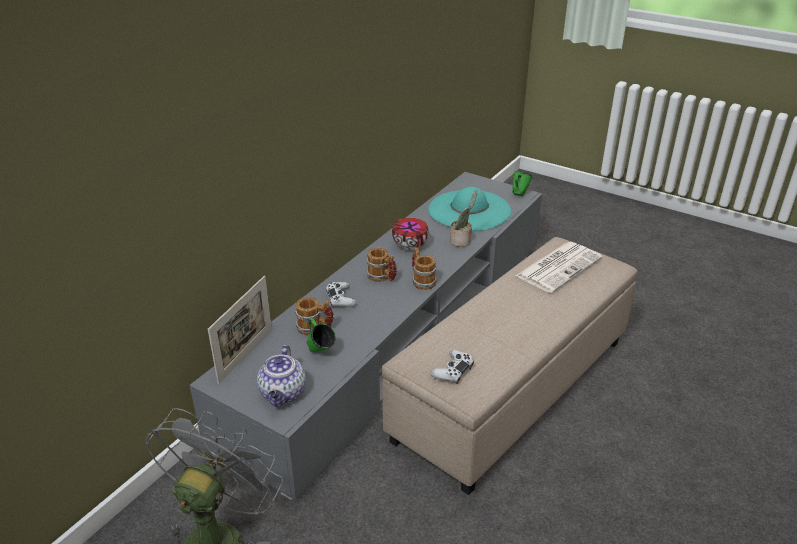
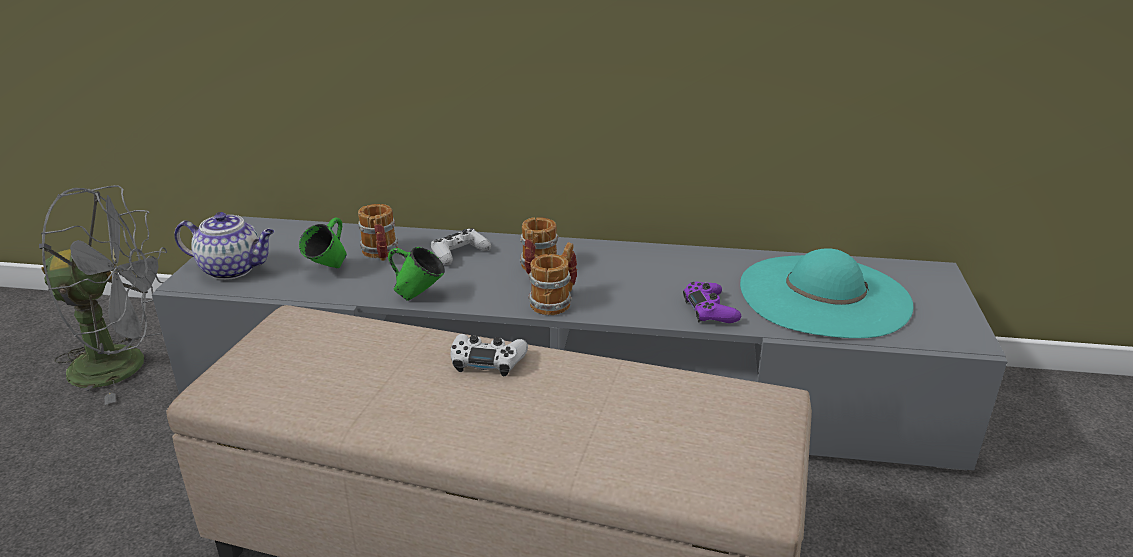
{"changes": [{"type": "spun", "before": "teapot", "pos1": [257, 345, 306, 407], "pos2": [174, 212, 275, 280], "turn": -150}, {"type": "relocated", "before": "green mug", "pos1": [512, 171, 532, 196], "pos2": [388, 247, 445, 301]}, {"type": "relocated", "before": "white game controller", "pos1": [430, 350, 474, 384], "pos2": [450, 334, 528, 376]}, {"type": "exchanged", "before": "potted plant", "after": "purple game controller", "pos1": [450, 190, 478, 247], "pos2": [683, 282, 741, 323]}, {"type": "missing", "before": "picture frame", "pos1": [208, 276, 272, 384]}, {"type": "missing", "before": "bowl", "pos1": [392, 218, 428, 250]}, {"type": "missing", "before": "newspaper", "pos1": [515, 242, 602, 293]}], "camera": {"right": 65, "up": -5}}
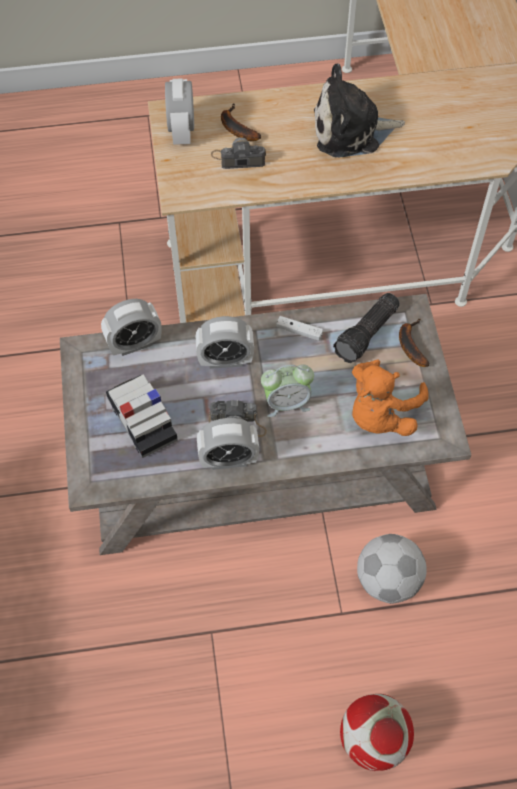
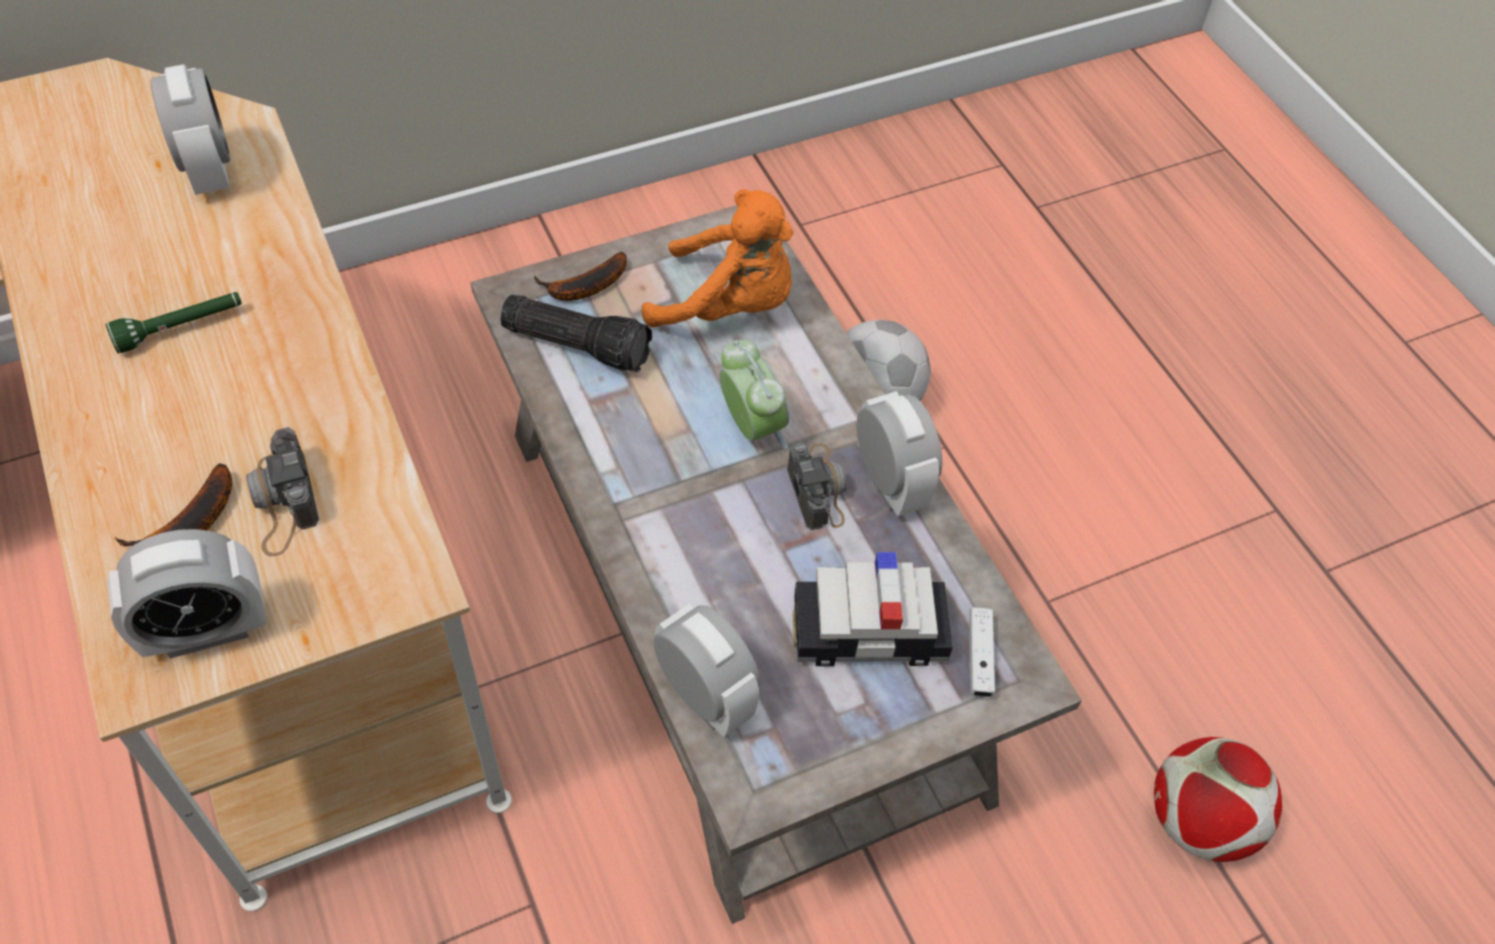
{"changes": [{"type": "exchanged", "before": "plush toy", "after": "green flashlight", "pos1": [314, 63, 405, 157], "pos2": [106, 292, 242, 354]}, {"type": "relocated", "before": "alarm clock", "pos1": [196, 316, 254, 369], "pos2": [151, 64, 231, 195]}, {"type": "spun", "before": "toy car", "pos1": [106, 374, 178, 458], "pos2": [793, 552, 953, 666], "turn": 45}, {"type": "relocated", "before": "white game controller", "pos1": [276, 316, 323, 341], "pos2": [969, 607, 995, 697]}, {"type": "relocated", "before": "football", "pos1": [340, 694, 414, 771], "pos2": [1154, 737, 1282, 862]}], "camera": {"right": -110, "up": -5}}
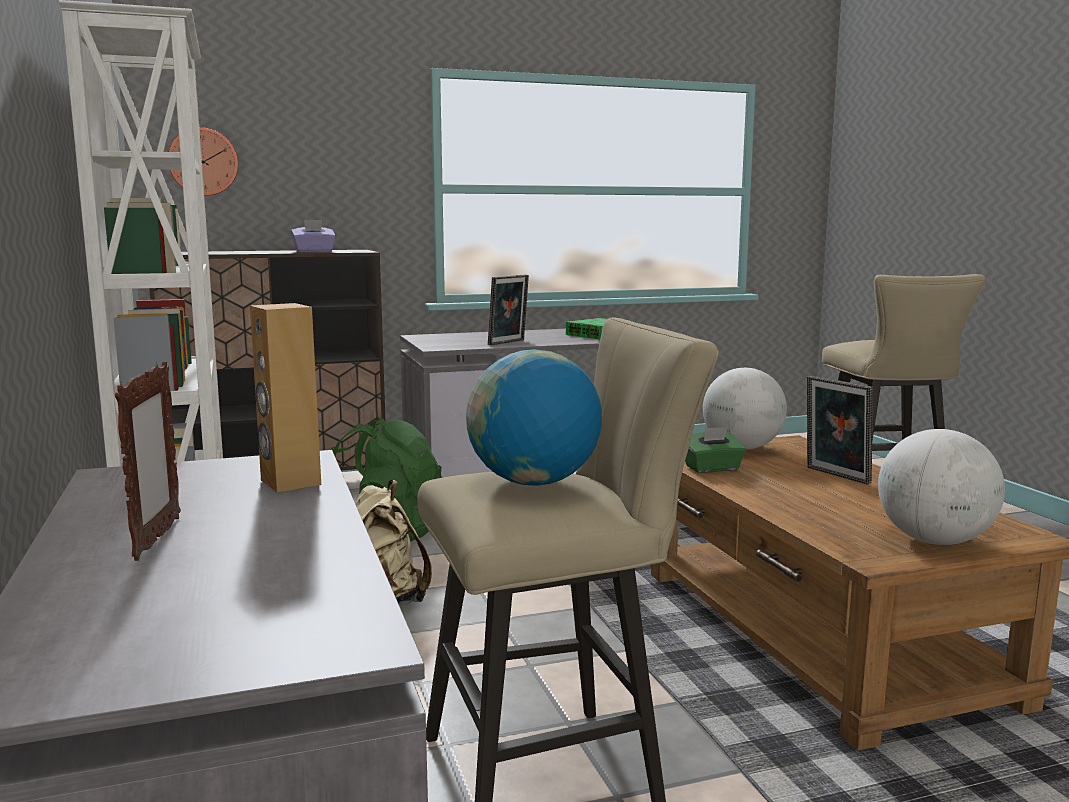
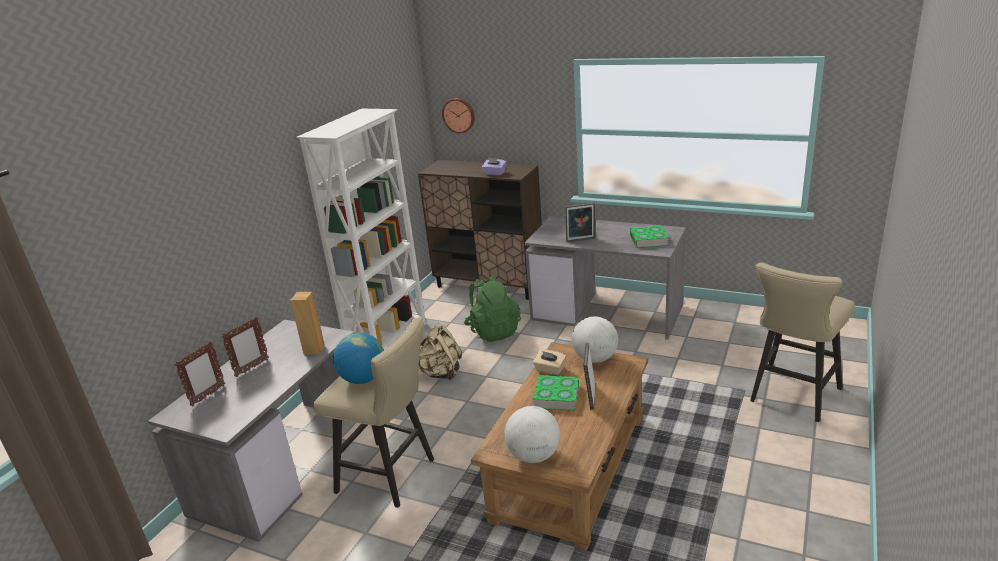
{"changes": [{"type": "appeared", "after": "picture frame", "pos2": [175, 341, 225, 406]}, {"type": "colour", "before": "green tissue box", "after": "beige tissue box", "pos1": [685, 427, 746, 473], "pos2": [533, 350, 566, 375]}, {"type": "appeared", "after": "book", "pos2": [533, 375, 579, 411]}], "camera": {"right": 45, "up": 15}}
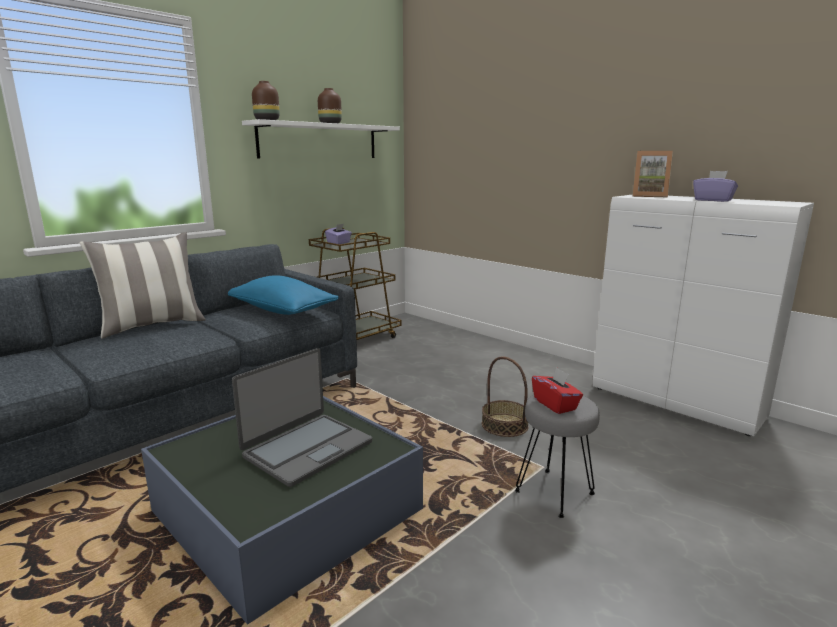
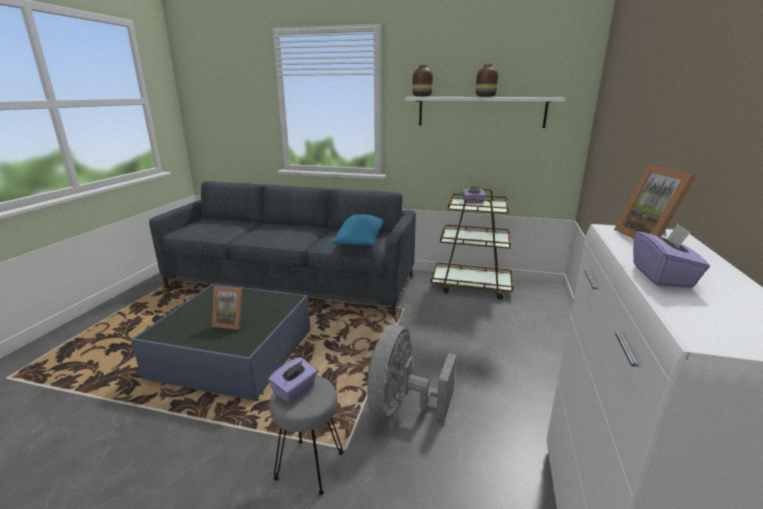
{"changes": [{"type": "exchanged", "before": "laptop", "after": "picture frame", "pos1": [232, 348, 372, 487], "pos2": [212, 286, 242, 330]}, {"type": "colour", "before": "red tissue box", "after": "purple tissue box", "pos1": [532, 367, 583, 414], "pos2": [268, 357, 318, 403]}, {"type": "exchanged", "before": "basket", "after": "grey fan", "pos1": [482, 357, 529, 437], "pos2": [367, 325, 456, 420]}, {"type": "missing", "before": "pillow", "pos1": [80, 232, 206, 339]}], "camera": {"right": 60, "up": 5}}
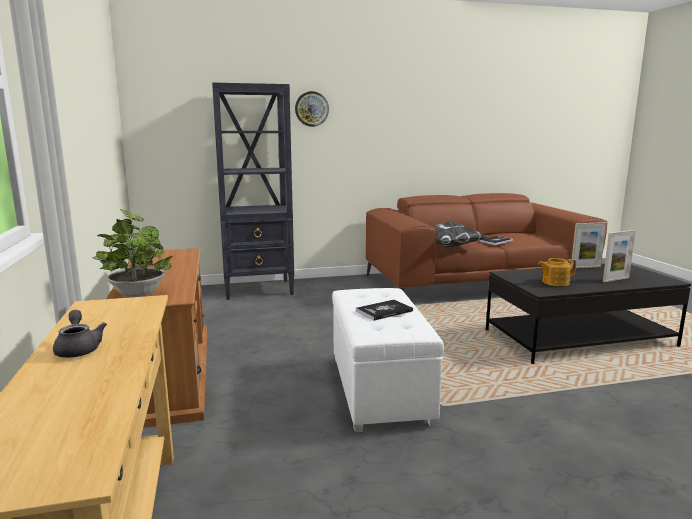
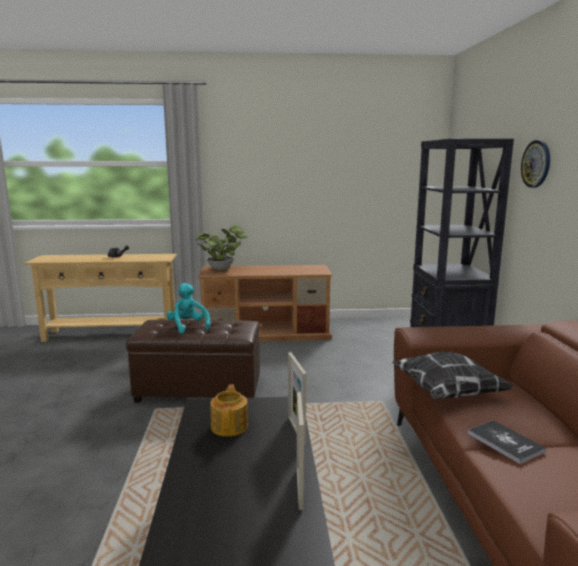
{"changes": [{"type": "colour", "before": "white ottoman", "after": "brown ottoman", "pos1": [332, 288, 444, 432], "pos2": [126, 319, 260, 403]}, {"type": "exchanged", "before": "book", "after": "turquoise plush toy", "pos1": [356, 300, 413, 321], "pos2": [166, 283, 210, 334]}, {"type": "relocated", "before": "picture frame", "pos1": [603, 230, 636, 282], "pos2": [288, 352, 306, 444]}], "camera": {"right": 100, "up": 0}}
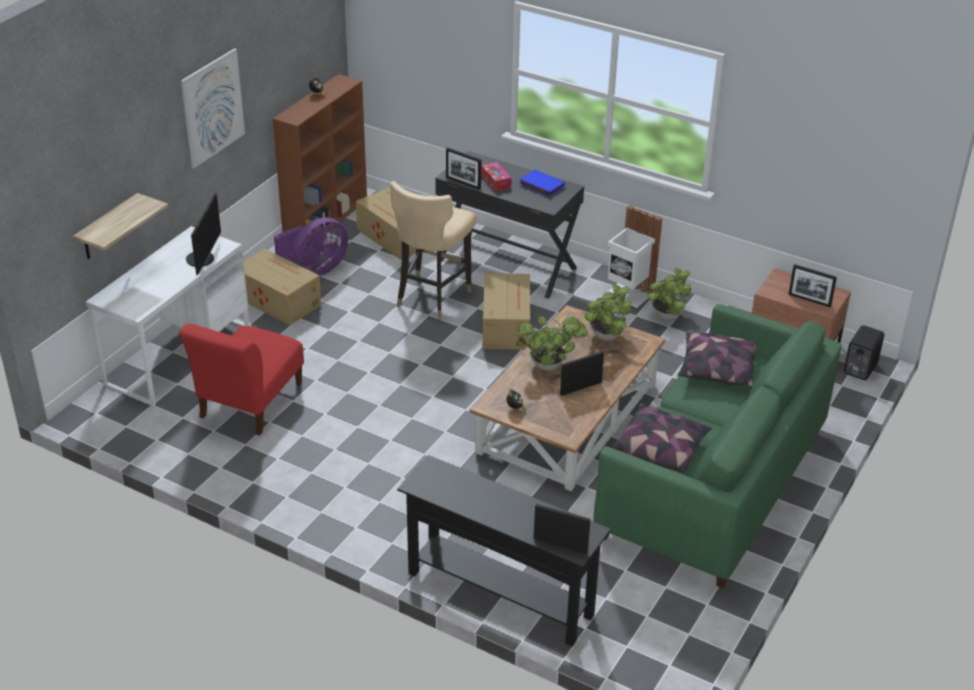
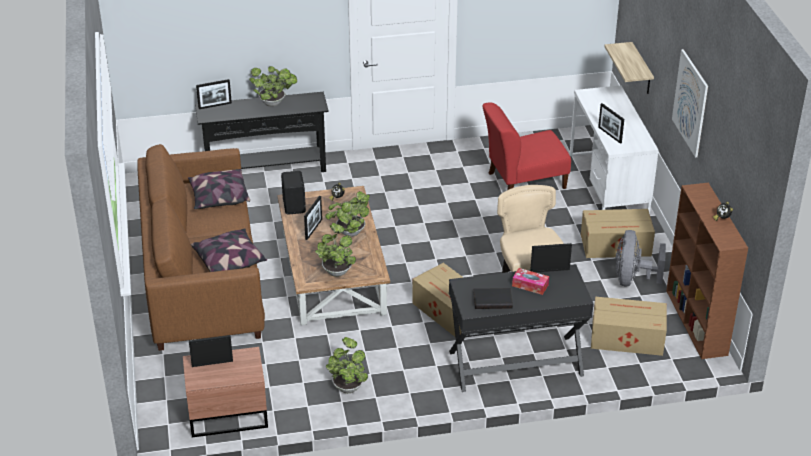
{"changes": [{"type": "colour", "before": "green sofa", "after": "brown sofa", "pos1": [594, 304, 842, 588], "pos2": [137, 144, 265, 351]}, {"type": "appeared", "after": "potted plant", "pos2": [249, 66, 297, 107]}, {"type": "relocated", "before": "black speaker", "pos1": [844, 325, 884, 380], "pos2": [281, 171, 306, 215]}, {"type": "colour", "before": "blue book", "after": "black book", "pos1": [520, 169, 565, 197], "pos2": [473, 288, 513, 309]}, {"type": "spun", "before": "red chair", "pos1": [179, 324, 304, 436], "pos2": [482, 102, 571, 190], "turn": -90}, {"type": "exchanged", "before": "monitor", "after": "picture frame", "pos1": [186, 193, 221, 275], "pos2": [598, 103, 624, 144]}, {"type": "colour", "before": "purple fan", "after": "grey fan", "pos1": [274, 217, 348, 276], "pos2": [615, 230, 666, 286]}, {"type": "missing", "before": "white trash can", "pos1": [608, 205, 662, 308]}], "camera": {"right": 140, "up": 0}}
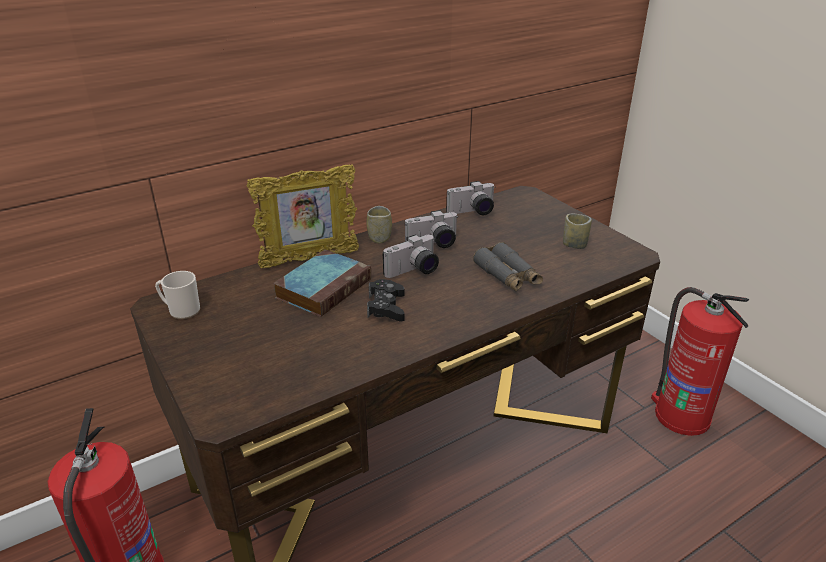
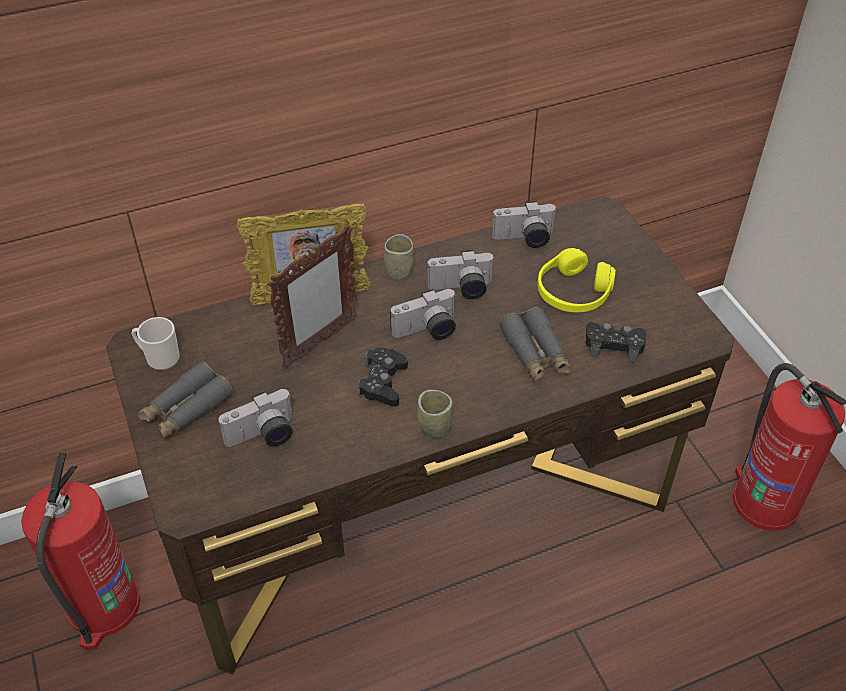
{"changes": [{"type": "appeared", "after": "grey binoculars", "pos2": [137, 361, 233, 440]}, {"type": "appeared", "after": "photo camera", "pos2": [218, 389, 293, 447]}, {"type": "exchanged", "before": "book", "after": "picture frame", "pos1": [273, 249, 371, 317], "pos2": [267, 225, 358, 368]}, {"type": "relocated", "before": "cup", "pos1": [563, 214, 592, 249], "pos2": [417, 390, 453, 438]}, {"type": "appeared", "after": "yellow headphones", "pos2": [538, 248, 615, 313]}, {"type": "appeared", "after": "black game controller", "pos2": [585, 322, 647, 362]}], "camera": {"right": 10, "up": 15}}
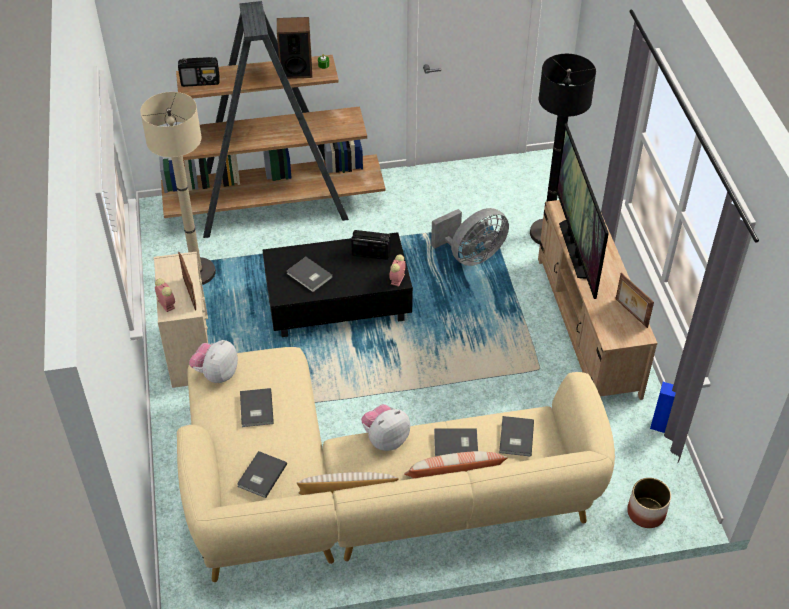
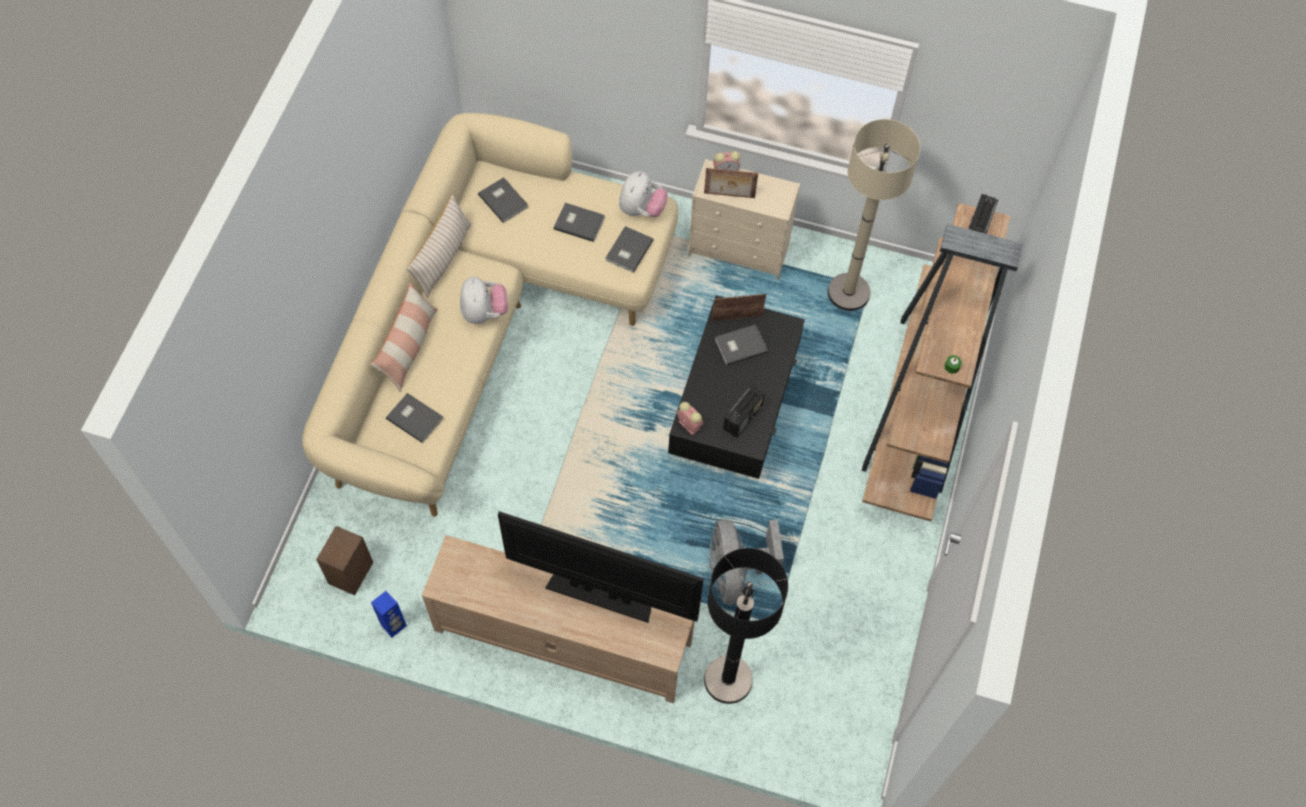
{"changes": [{"type": "relocated", "before": "speaker", "pos1": [277, 17, 312, 79], "pos2": [316, 526, 373, 595]}, {"type": "relocated", "before": "grey book", "pos1": [434, 428, 478, 456], "pos2": [605, 226, 654, 273]}, {"type": "spun", "before": "plush toy", "pos1": [189, 340, 238, 383], "pos2": [619, 171, 668, 217], "turn": 60}, {"type": "relocated", "before": "picture frame", "pos1": [615, 273, 654, 328], "pos2": [712, 294, 766, 321]}, {"type": "missing", "before": "planter", "pos1": [627, 478, 671, 528]}], "camera": {"right": 115, "up": 15}}
